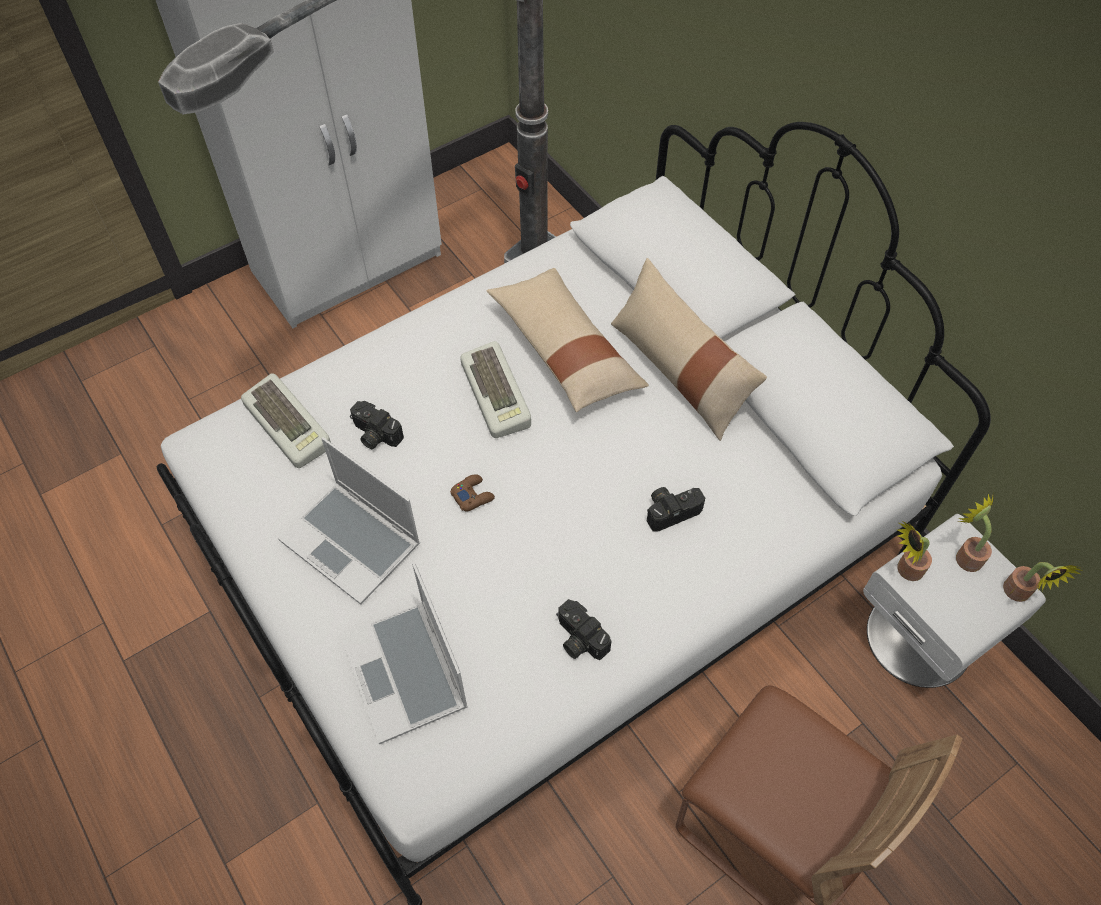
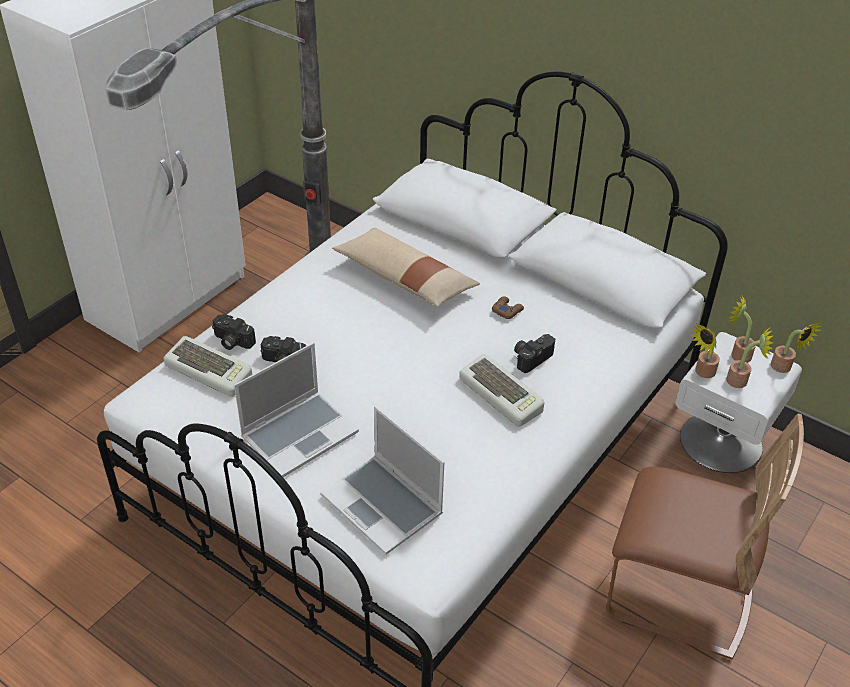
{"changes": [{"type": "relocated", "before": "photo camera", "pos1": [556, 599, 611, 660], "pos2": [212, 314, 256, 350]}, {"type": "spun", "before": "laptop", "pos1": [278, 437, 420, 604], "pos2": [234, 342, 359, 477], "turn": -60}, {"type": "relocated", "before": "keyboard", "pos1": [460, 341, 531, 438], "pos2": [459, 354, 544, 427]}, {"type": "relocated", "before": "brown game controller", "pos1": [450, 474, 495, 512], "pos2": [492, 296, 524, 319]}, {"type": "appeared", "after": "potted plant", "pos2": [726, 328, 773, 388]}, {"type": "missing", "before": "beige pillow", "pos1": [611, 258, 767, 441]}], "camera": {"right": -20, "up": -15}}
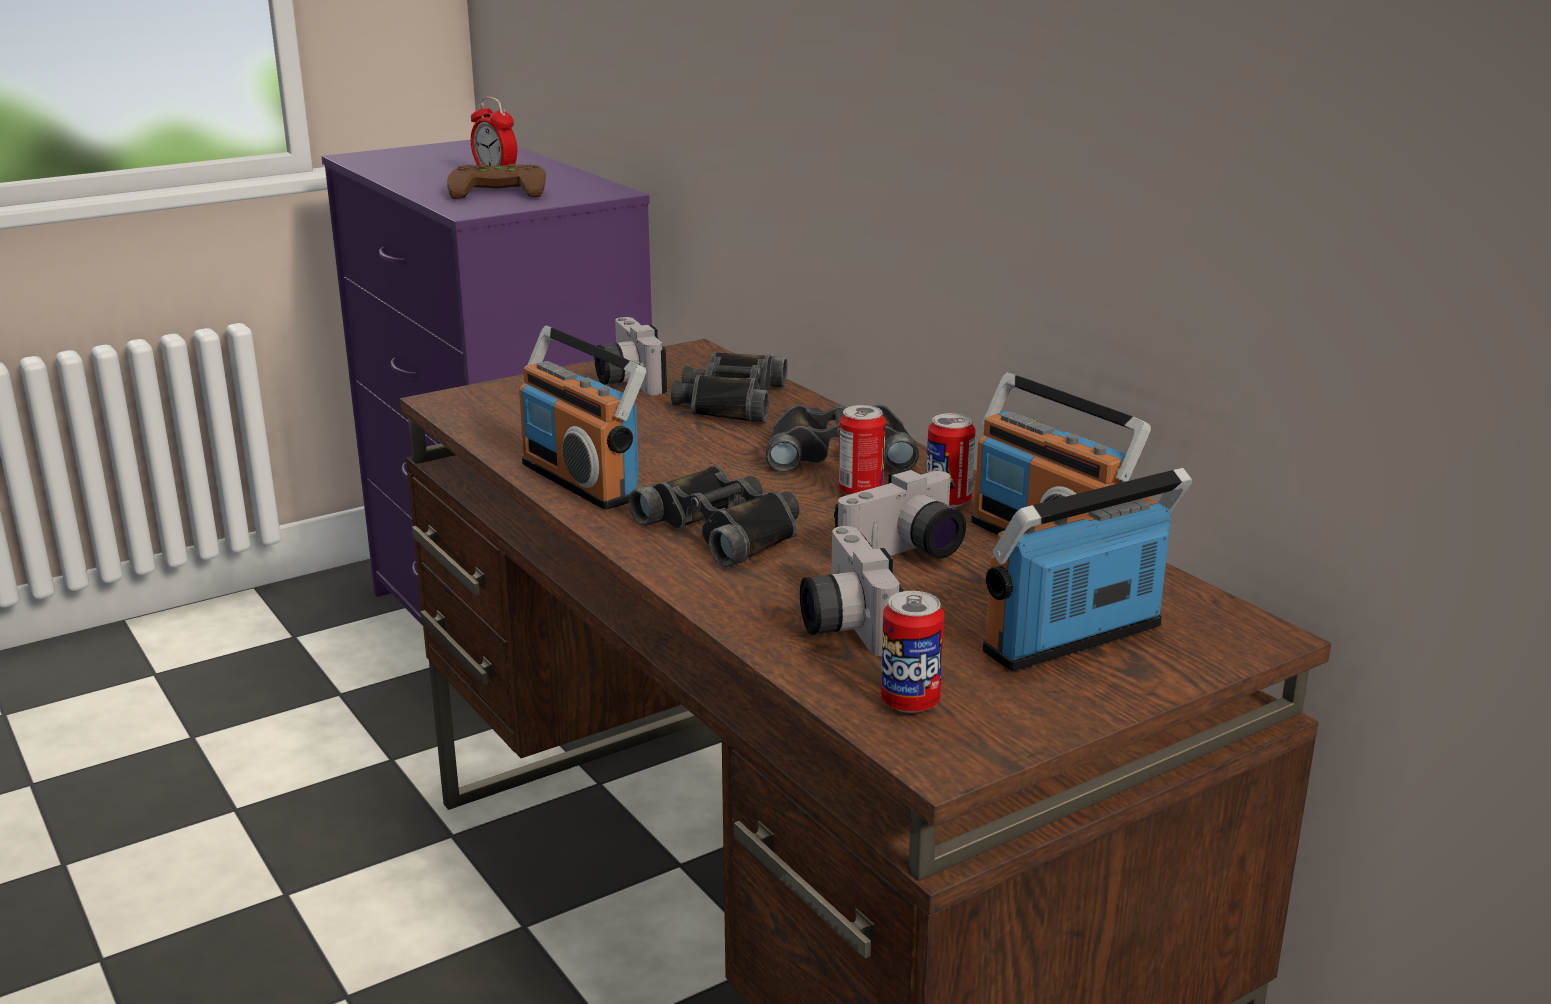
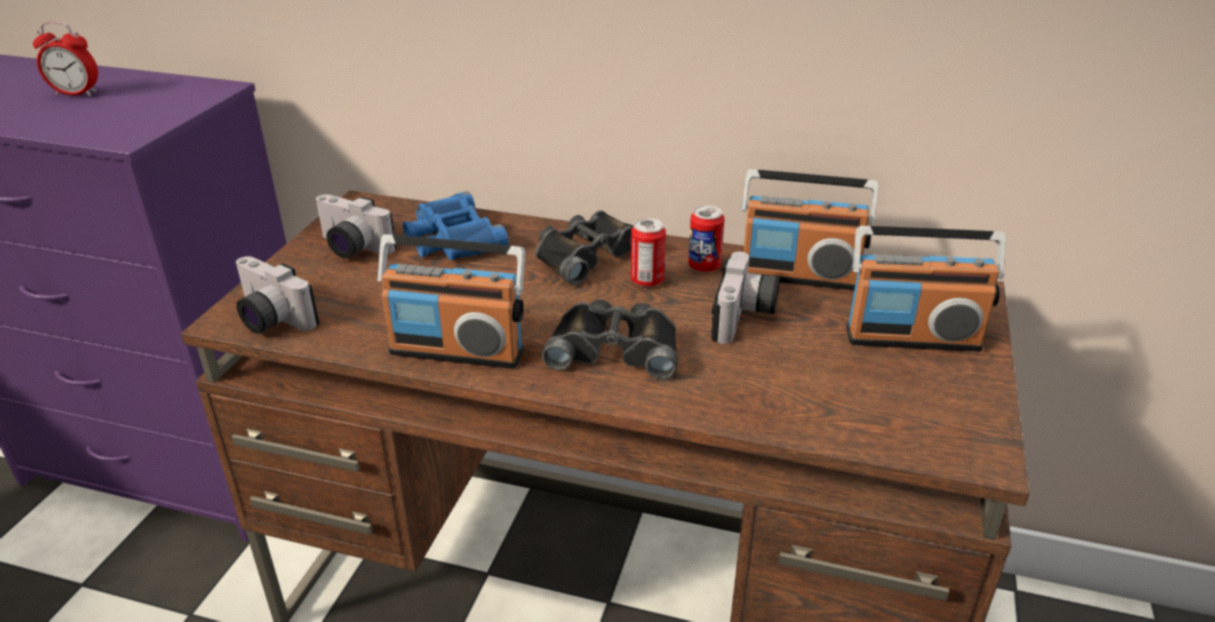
{"changes": [{"type": "relocated", "before": "photo camera", "pos1": [800, 526, 904, 657], "pos2": [236, 256, 319, 334]}, {"type": "colour", "before": "black binoculars", "after": "blue binoculars", "pos1": [671, 352, 787, 423], "pos2": [403, 191, 509, 260]}, {"type": "spun", "before": "radio", "pos1": [983, 468, 1192, 671], "pos2": [846, 226, 1006, 352], "turn": -105}, {"type": "missing", "before": "brown game controller", "pos1": [447, 164, 546, 199]}, {"type": "missing", "before": "can", "pos1": [881, 591, 944, 713]}], "camera": {"right": -40, "up": 10}}
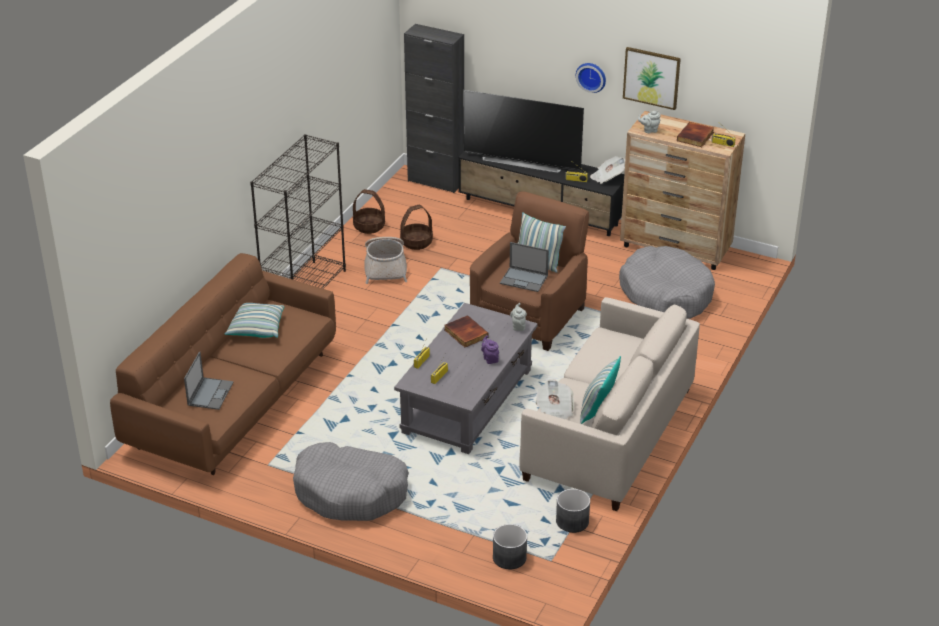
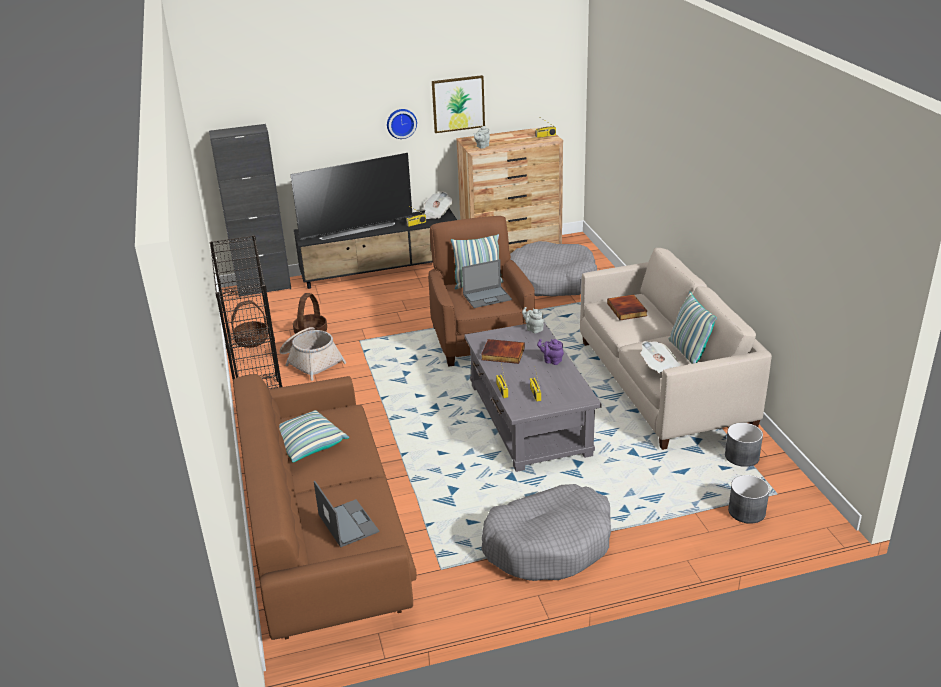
{"changes": [{"type": "relocated", "before": "book", "pos1": [677, 122, 714, 147], "pos2": [607, 295, 647, 320]}], "camera": {"right": -40, "up": -5}}
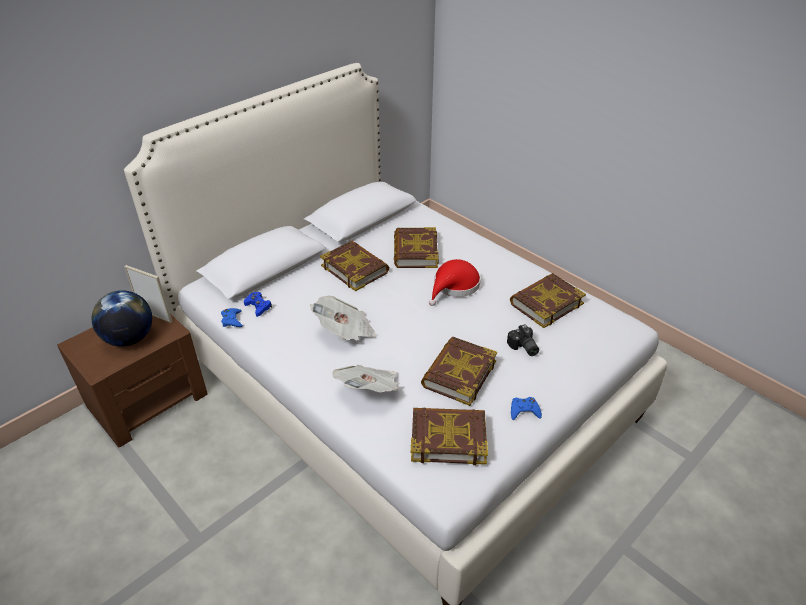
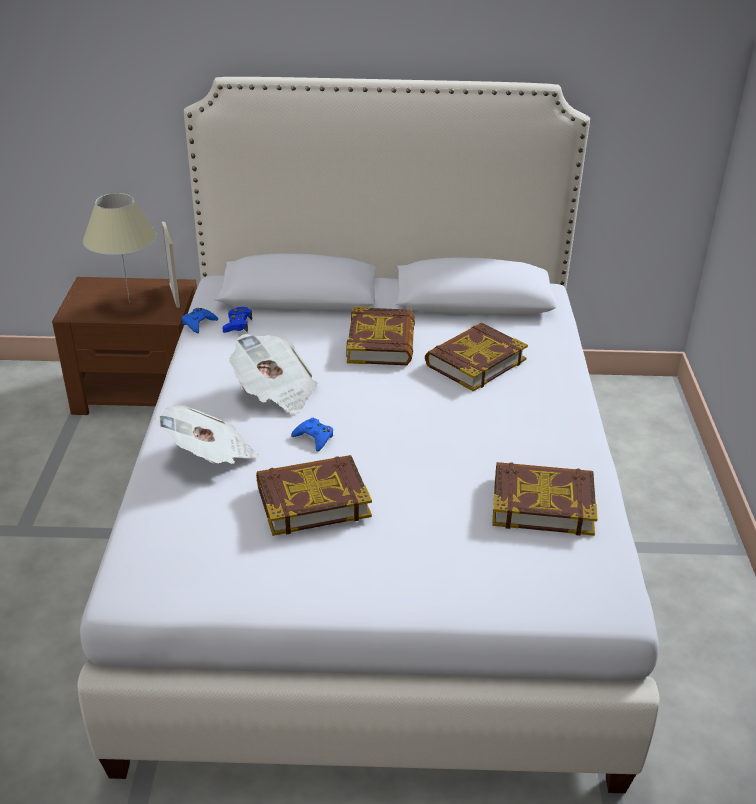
{"changes": [{"type": "exchanged", "before": "globe", "after": "beige table lamp", "pos1": [92, 290, 152, 347], "pos2": [83, 193, 157, 303]}, {"type": "relocated", "before": "blue game controller", "pos1": [511, 397, 542, 420], "pos2": [291, 418, 333, 451]}, {"type": "missing", "before": "book", "pos1": [411, 407, 488, 465]}, {"type": "missing", "before": "red hat", "pos1": [429, 259, 481, 306]}, {"type": "missing", "before": "photo camera", "pos1": [507, 324, 539, 356]}], "camera": {"right": 45, "up": -5}}
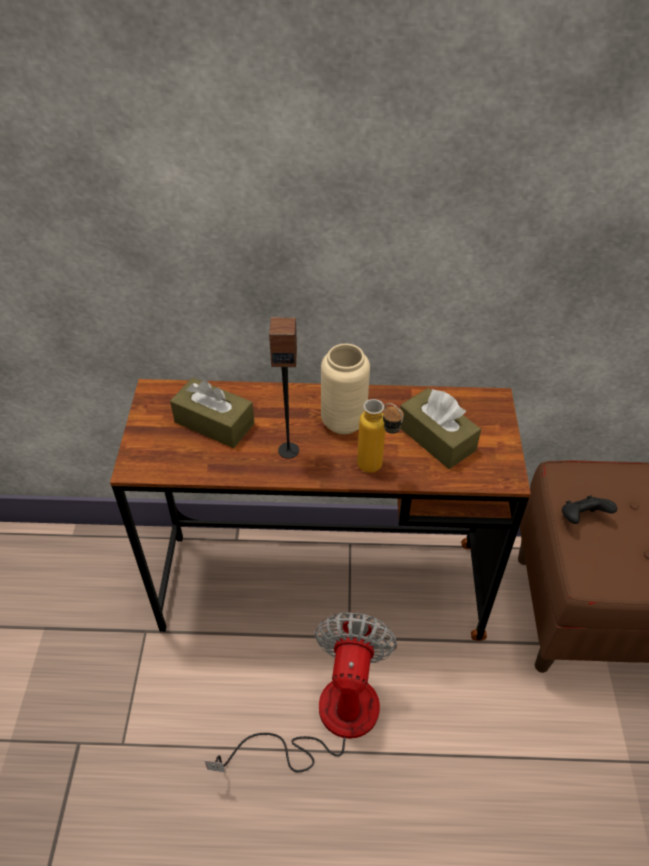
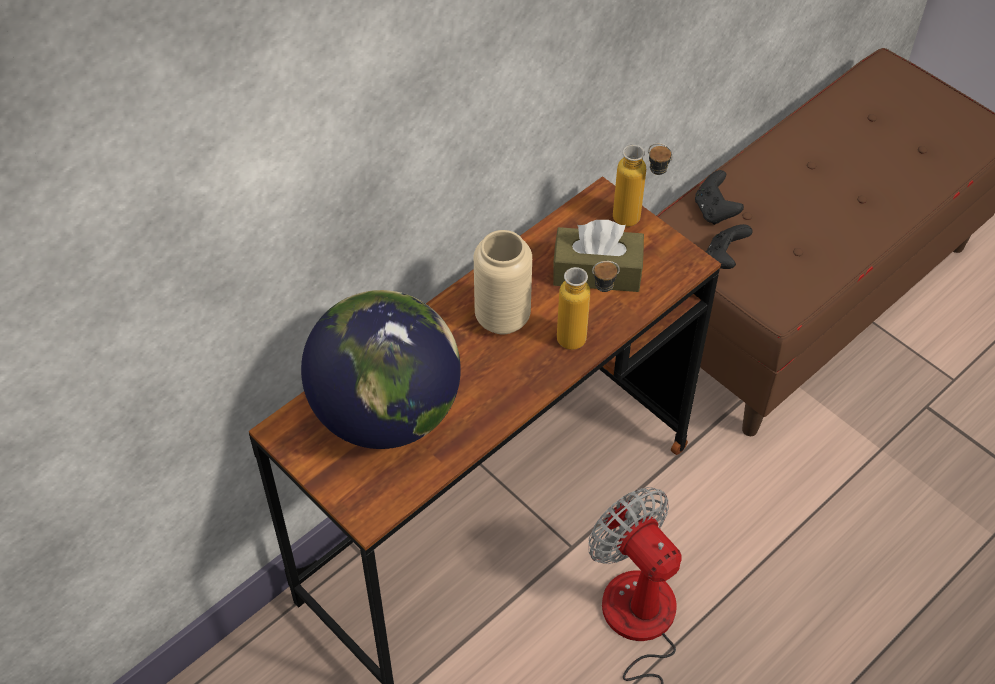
{"changes": [{"type": "exchanged", "before": "brown tissue box", "after": "globe", "pos1": [170, 377, 255, 448], "pos2": [301, 290, 461, 449]}, {"type": "appeared", "after": "bottle", "pos2": [613, 143, 673, 227]}, {"type": "appeared", "after": "black game controller", "pos2": [695, 170, 744, 225]}, {"type": "missing", "before": "speaker", "pos1": [269, 317, 299, 459]}], "camera": {"right": -45, "up": 5}}
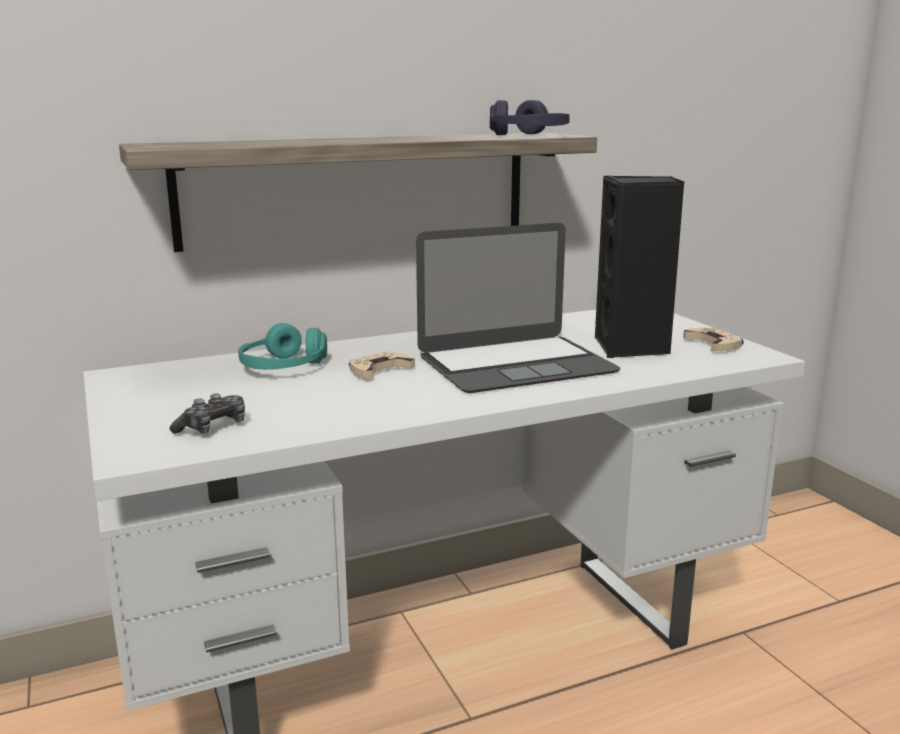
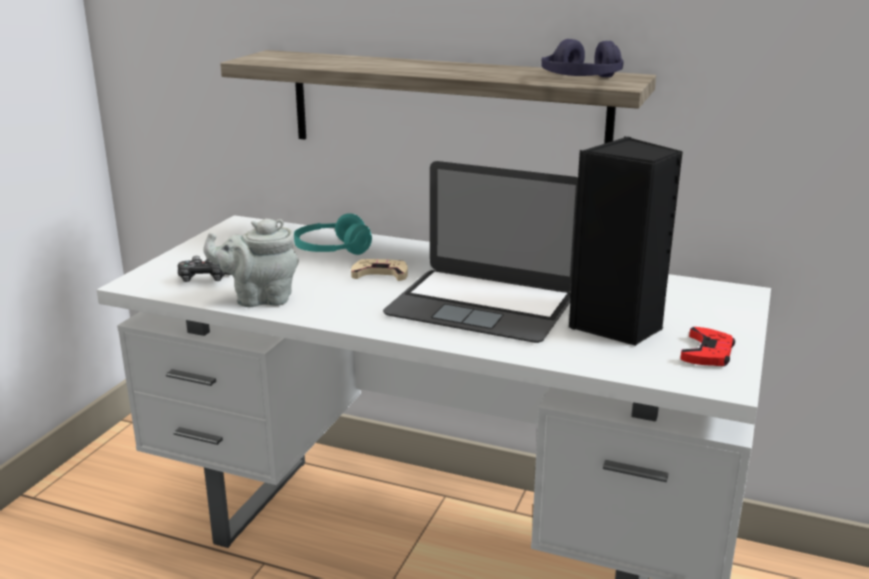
{"changes": [{"type": "appeared", "after": "grey teapot", "pos2": [203, 218, 299, 307]}, {"type": "colour", "before": "beige game controller", "after": "red game controller", "pos1": [683, 328, 744, 352], "pos2": [680, 327, 735, 366]}], "camera": {"right": 45, "up": 5}}
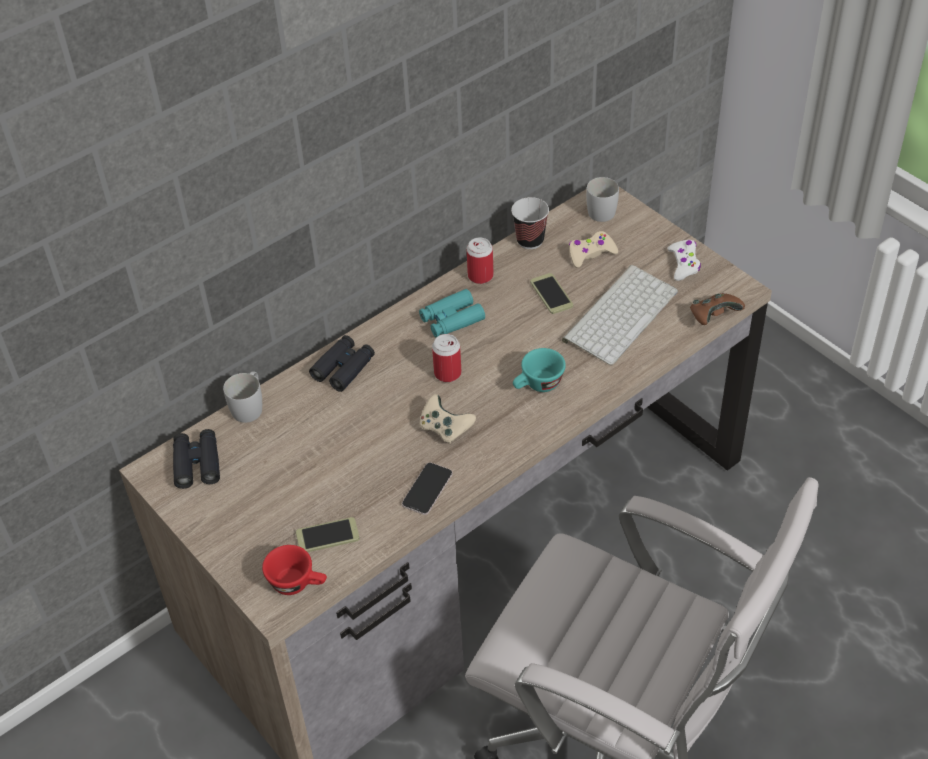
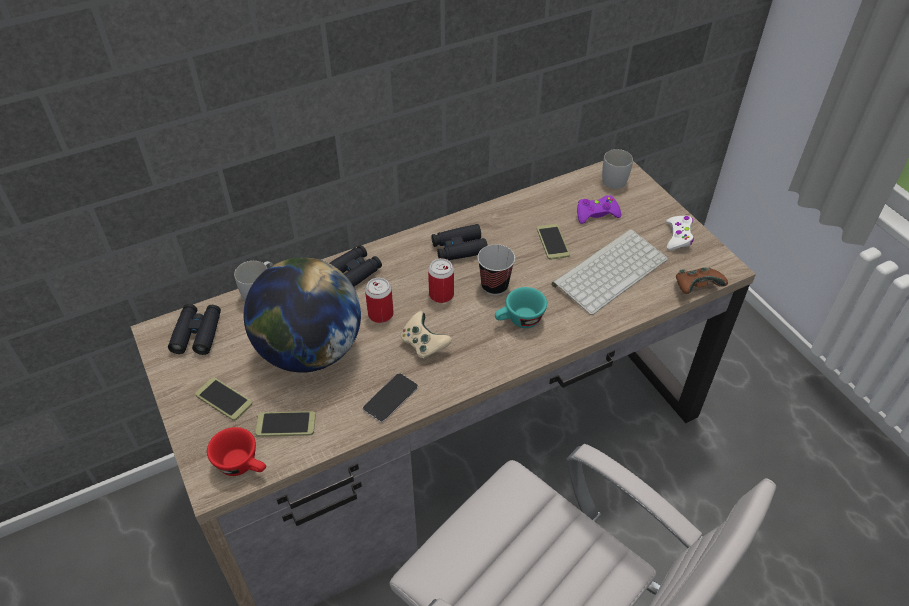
{"changes": [{"type": "appeared", "after": "phone", "pos2": [195, 377, 252, 421]}, {"type": "appeared", "after": "globe", "pos2": [244, 257, 361, 373]}, {"type": "relocated", "before": "can", "pos1": [467, 237, 493, 284], "pos2": [365, 278, 394, 323]}, {"type": "colour", "before": "turquoise binoculars", "after": "black binoculars", "pos1": [419, 289, 485, 337], "pos2": [431, 224, 488, 260]}, {"type": "relocated", "before": "cup", "pos1": [511, 197, 549, 249], "pos2": [477, 244, 515, 295]}, {"type": "colour", "before": "beige game controller", "after": "purple game controller", "pos1": [569, 231, 618, 268], "pos2": [577, 195, 621, 224]}], "camera": {"right": 10, "up": 0}}
